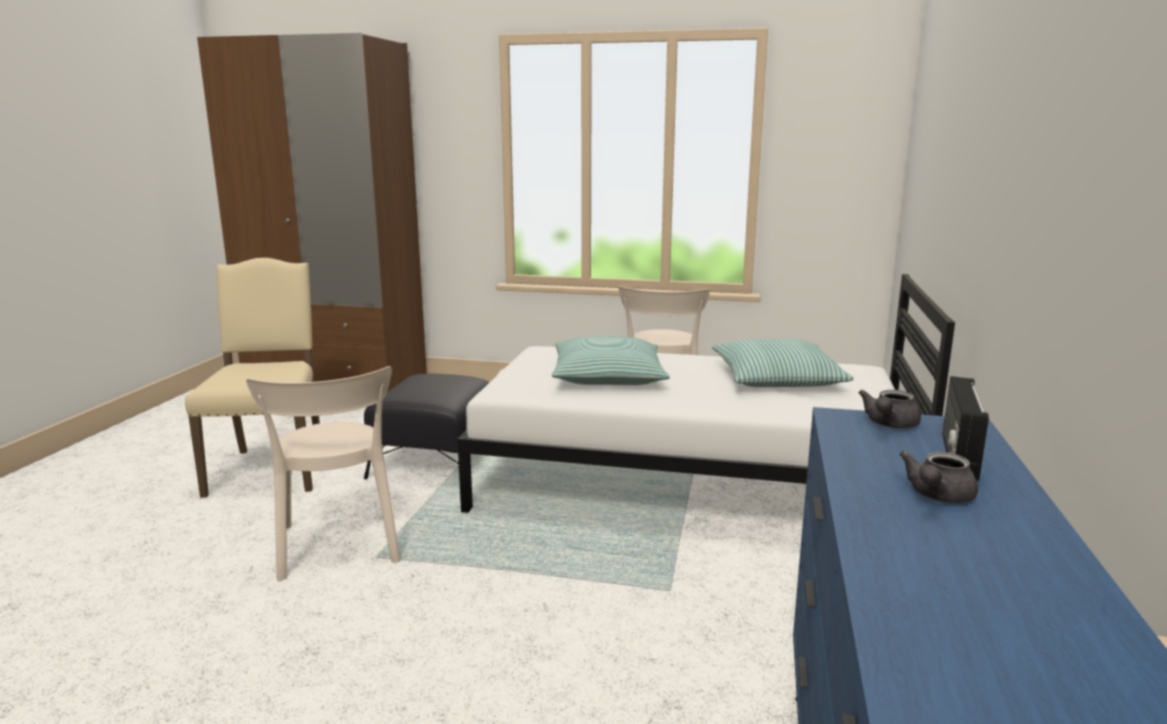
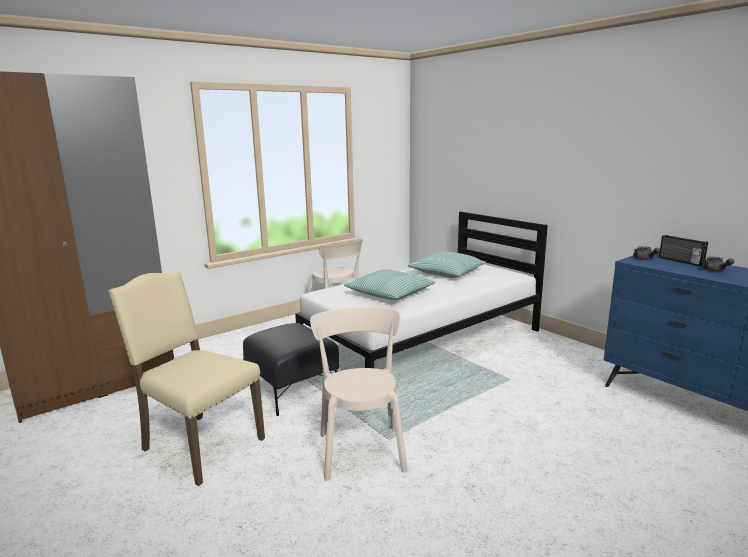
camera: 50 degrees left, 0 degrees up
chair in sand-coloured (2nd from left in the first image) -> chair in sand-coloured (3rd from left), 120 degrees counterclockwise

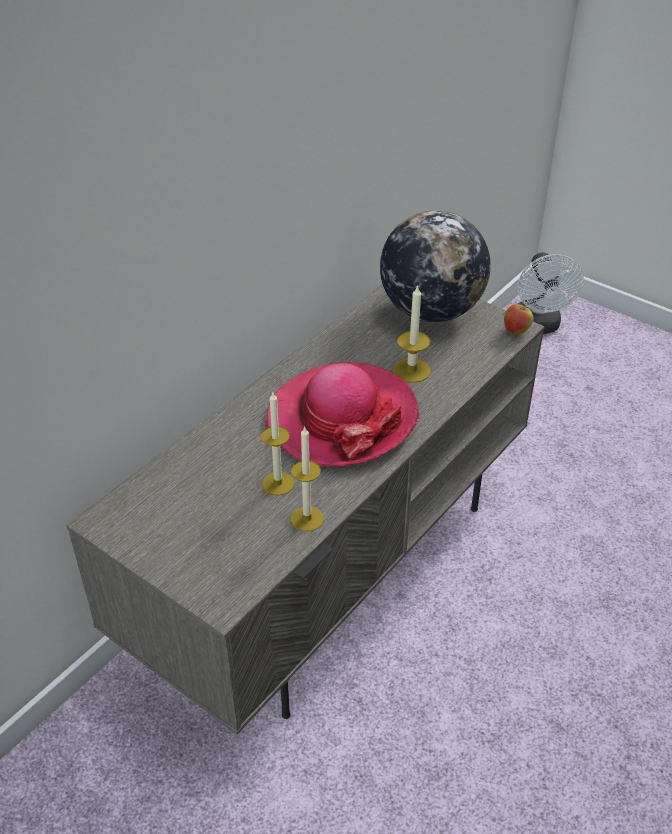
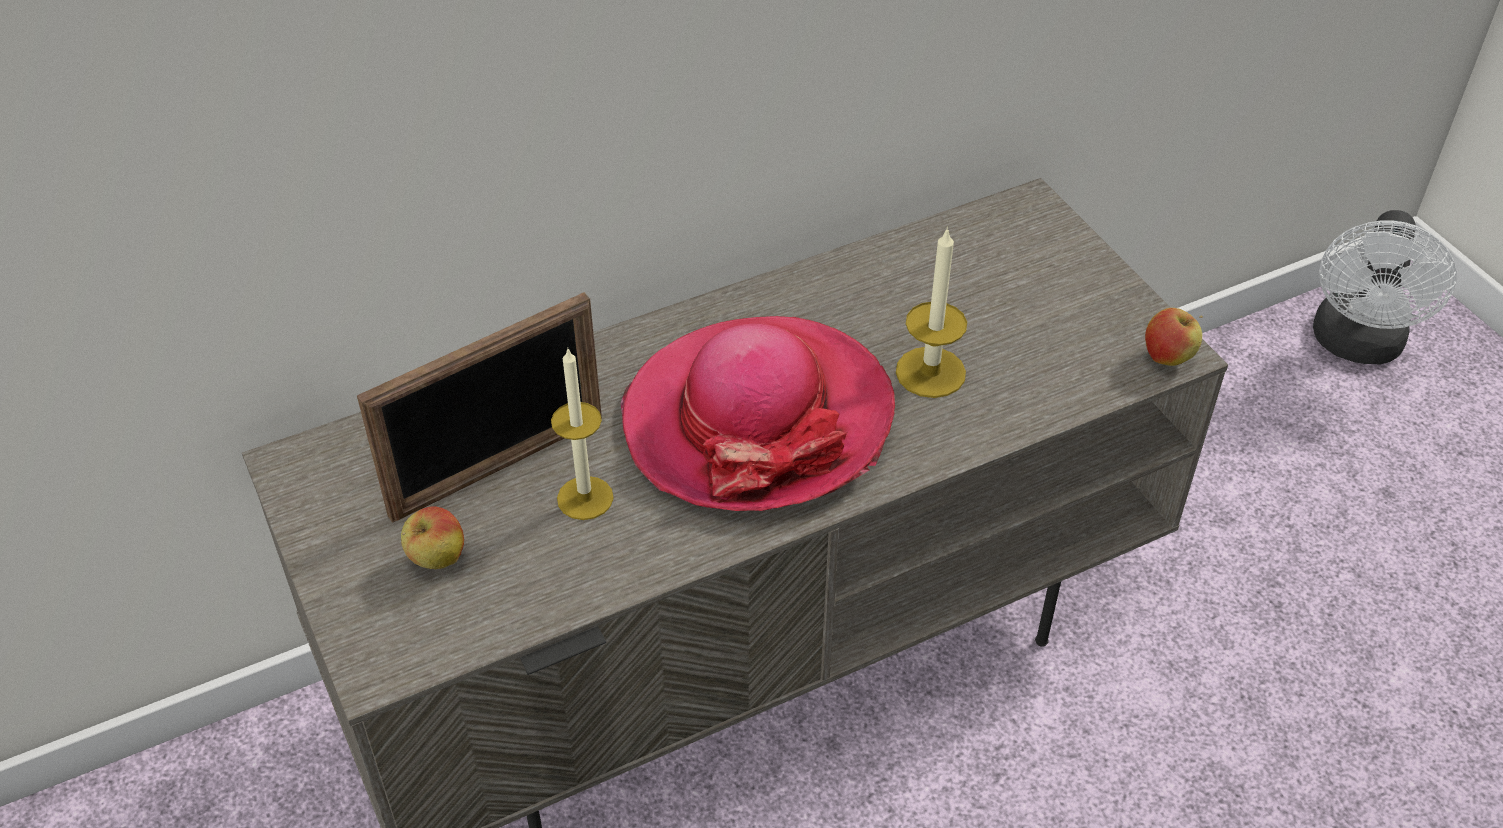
camera: 25 degrees right, 5 degrees up
wax candle (2nd from left) -> none
world globe -> none
none -> picture frame
none -> apple (1st from left)

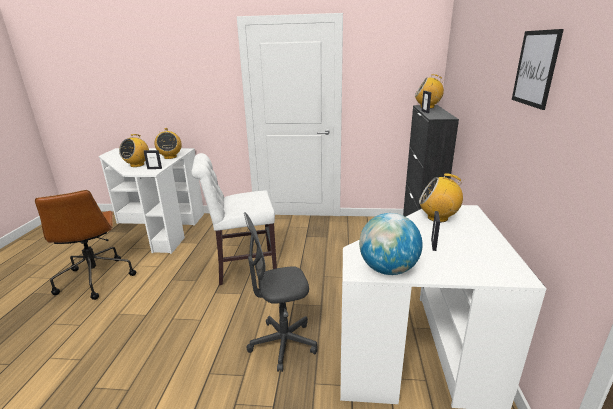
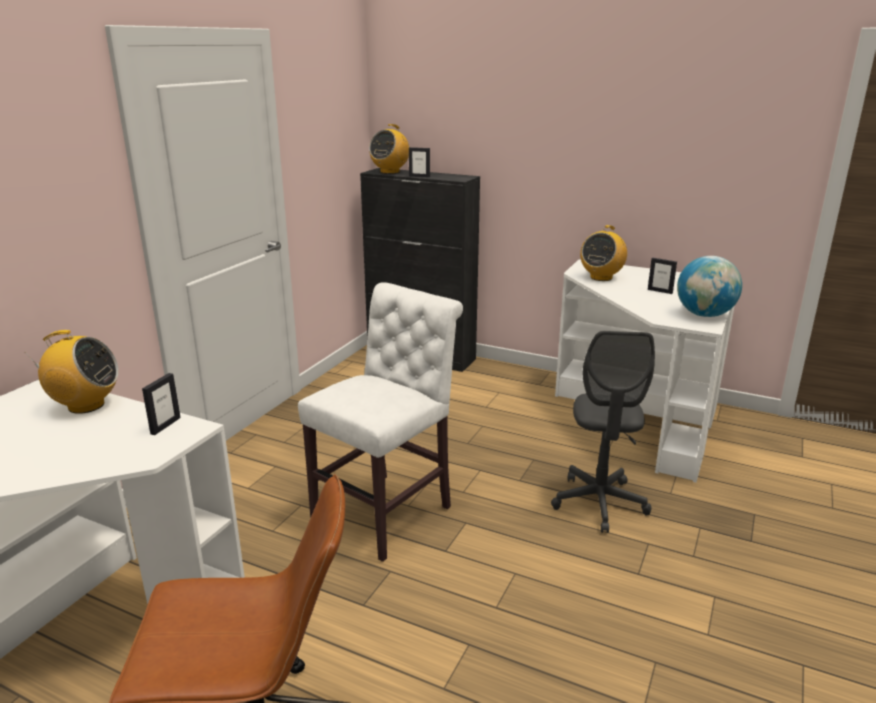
camera: 70 degrees left, 0 degrees up
radio set (1st from left) -> none
wall art -> none
chair in white, 150 degrees counterclockwise

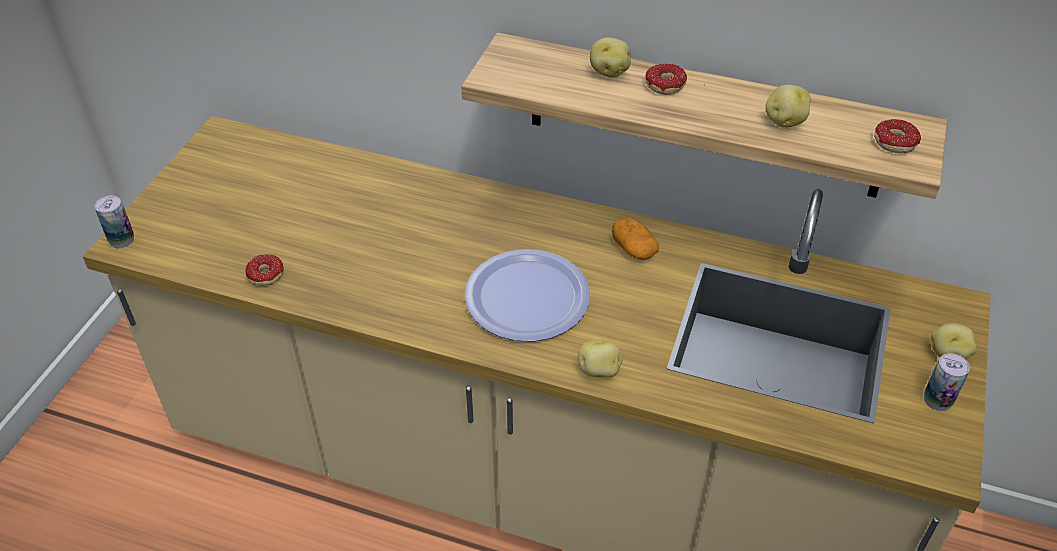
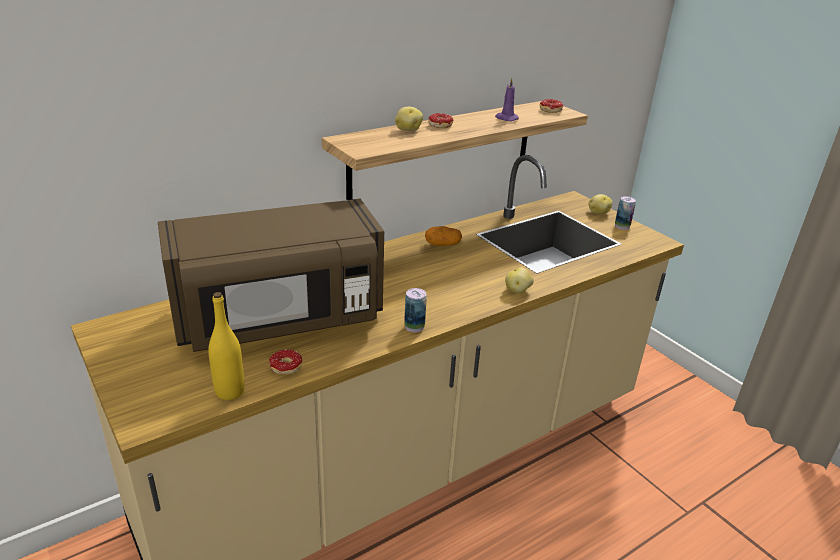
camera: 55 degrees left, 15 degrees down
flat dish -> none
none -> kitchen microwave in brownish
none -> bottle in yellow
metal can (1st from left), moved
whole potato (4th from left) -> wax candle in purple-coloured

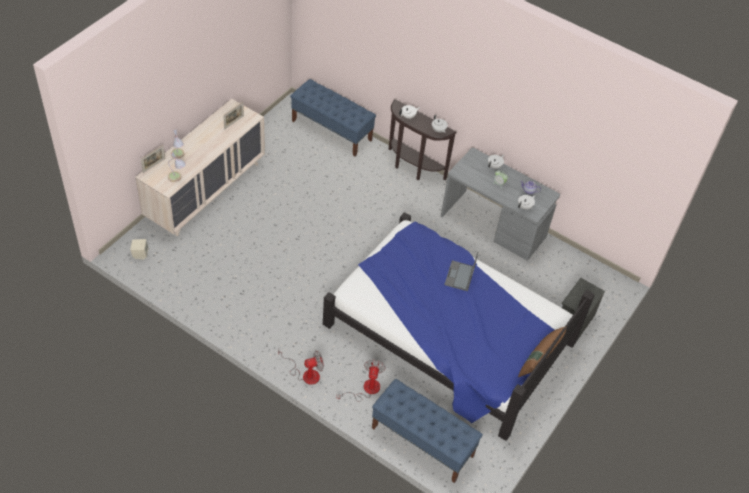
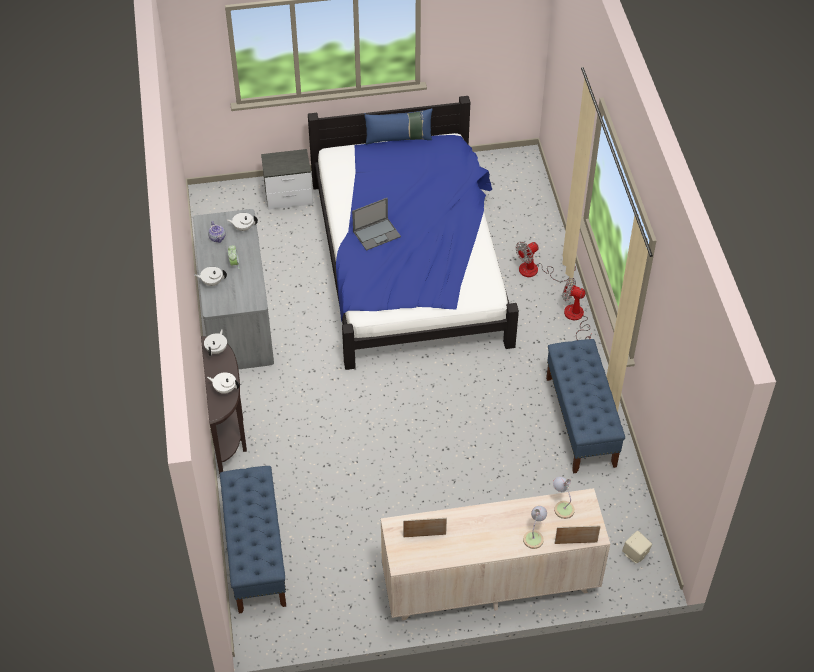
camera: 130 degrees left, 0 degrees up
long seat in blue-coloured (2nd from left), moved
cushion in brownish -> cushion in blue-coloured

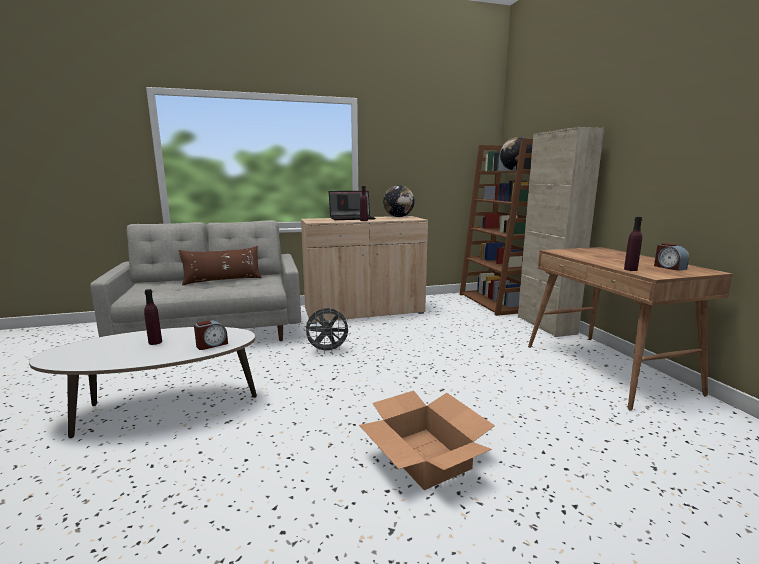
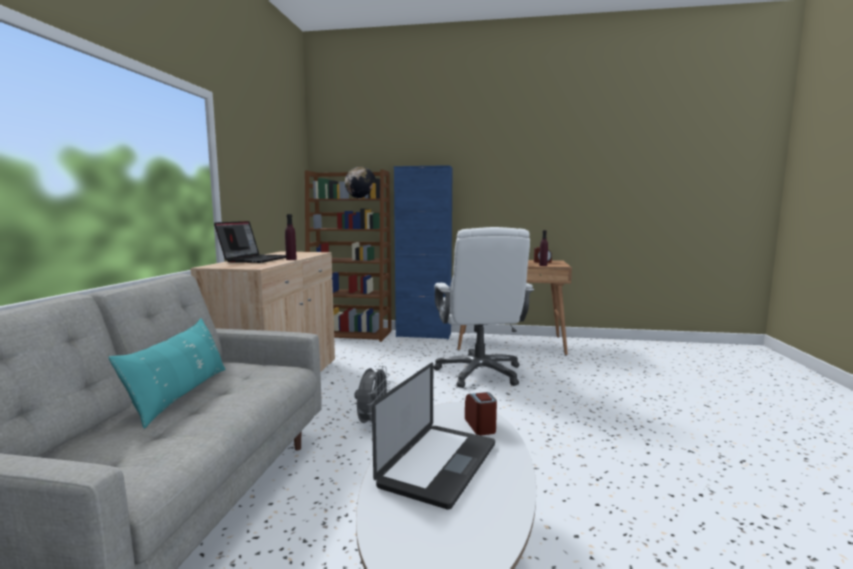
camera: 65 degrees left, 5 degrees down
packing box -> none
world globe (1st from left) -> none
none -> desk chair in white
bottle in purple-coloured (1st from left) -> portable computer (2nd from left)
cushion in brownish -> cushion in blue-green
storage cabinet in sand-coloured (2nd from left) -> storage cabinet in blue-coloured

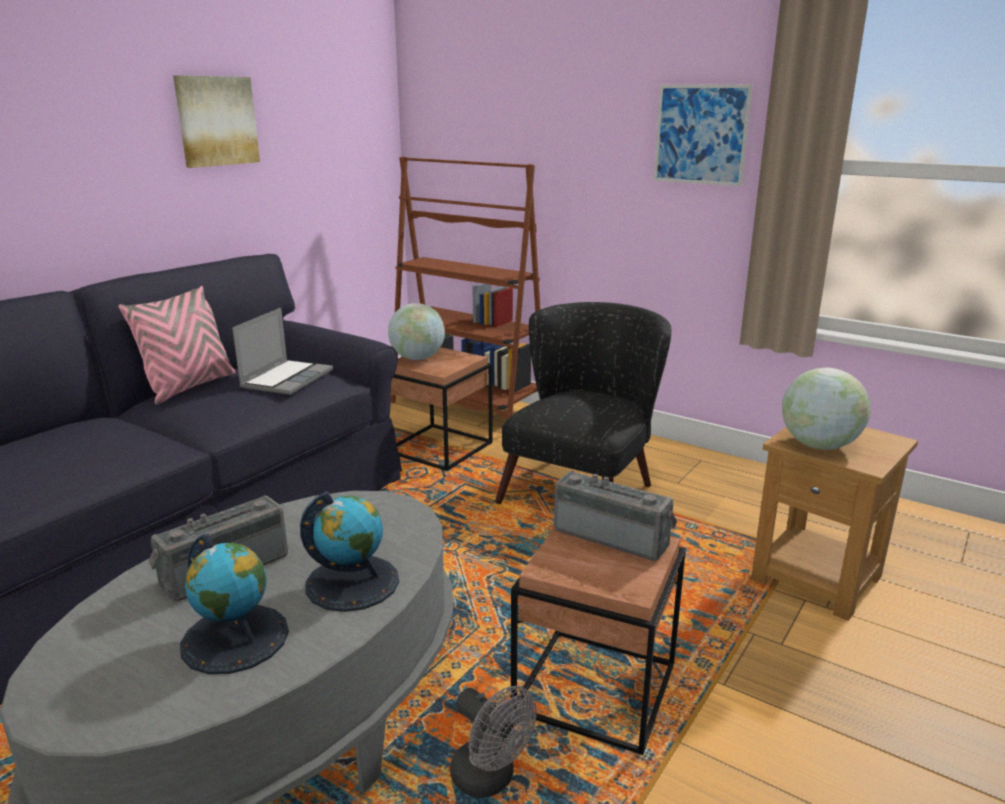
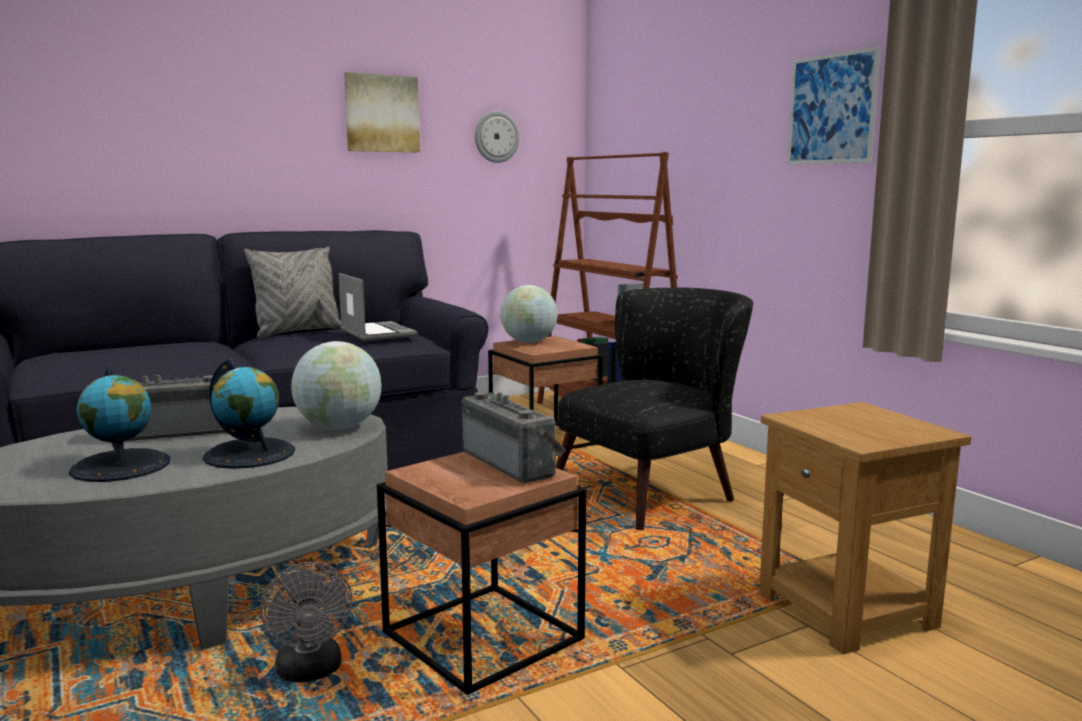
camera: 25 degrees right, 10 degrees down
none -> clock on the wall
world globe (4th from left in the first image) -> world globe (3rd from left), moved
cushion in pink-coloured -> cushion in gray
portable computer, 75 degrees counterclockwise

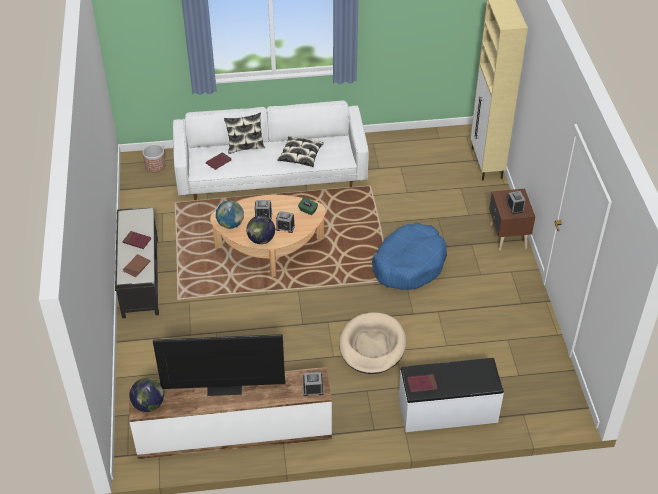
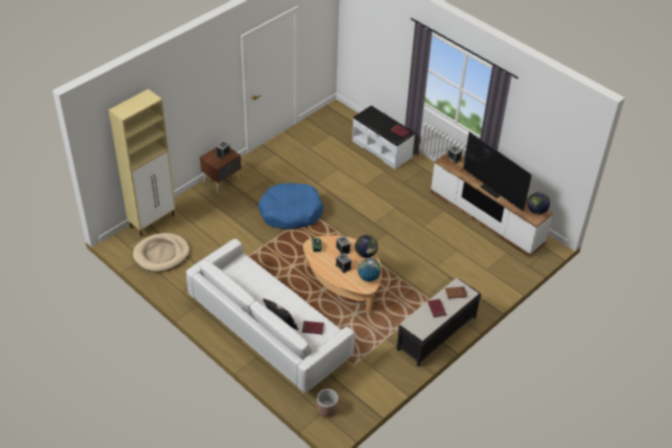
camera: 130 degrees left, 0 degrees up
cushion (2nd from left) -> none
dog bed in sand-coloured, moved

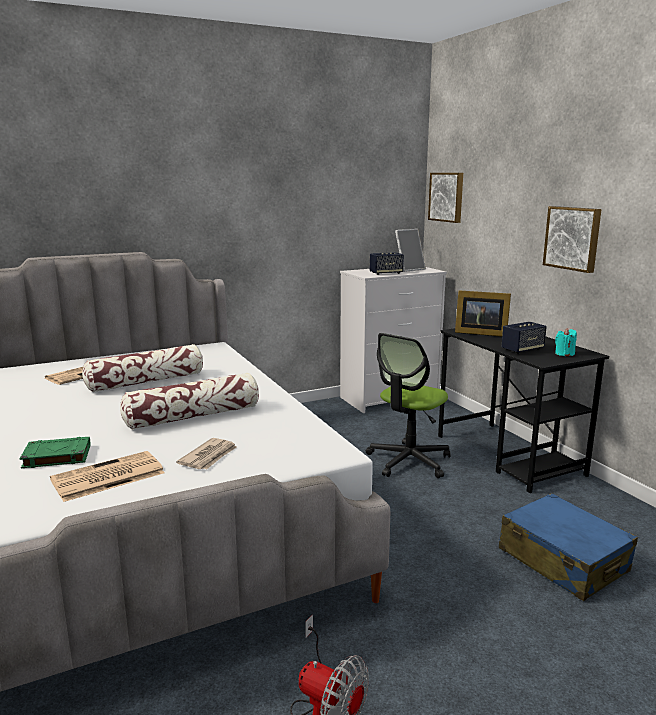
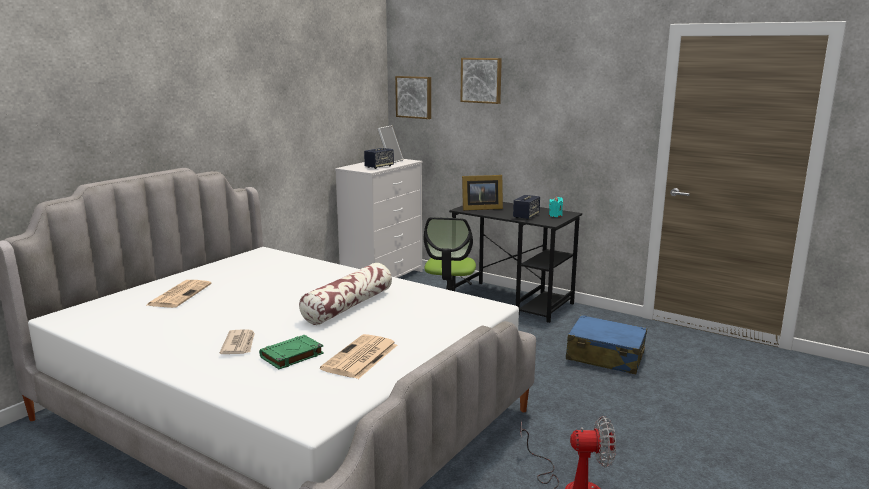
camera: 30 degrees left, 0 degrees up
cushion (1st from left) -> none
printed paper (3rd from left in the first image) -> printed paper (2nd from left), moved
wall art (2nd from left), moved

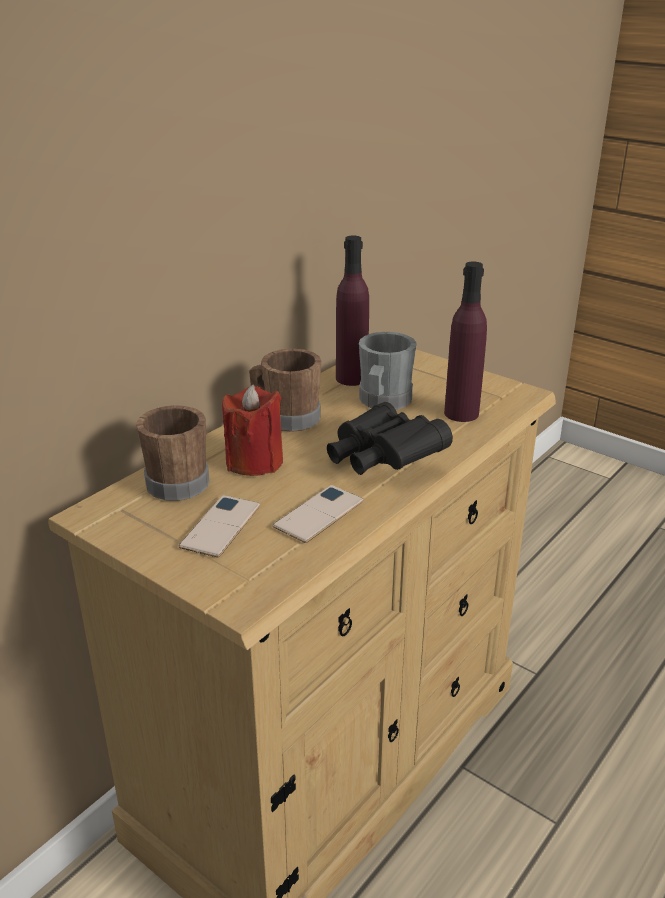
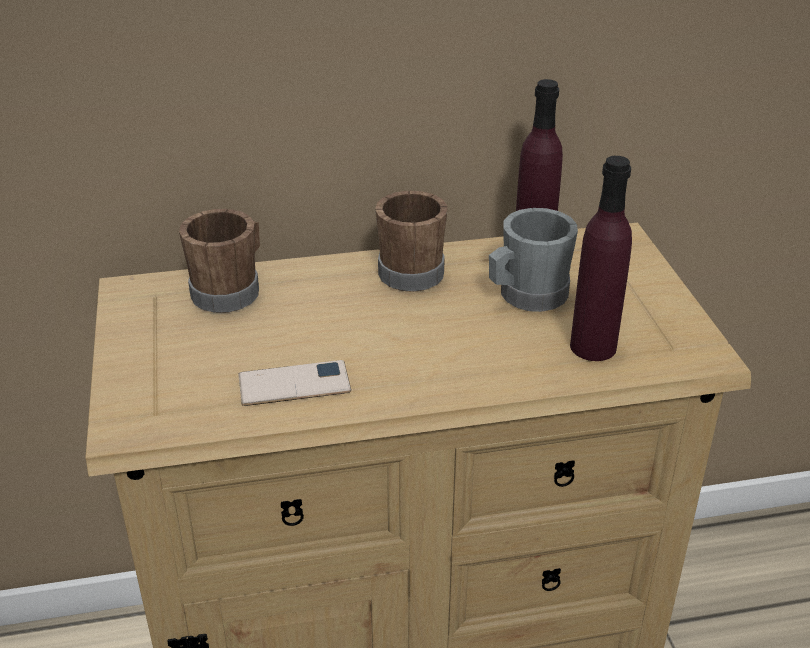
camera: 40 degrees right, 5 degrees up
handset (1st from left) -> none
wax candle in red -> none
pair of binoculars in blackish -> none

